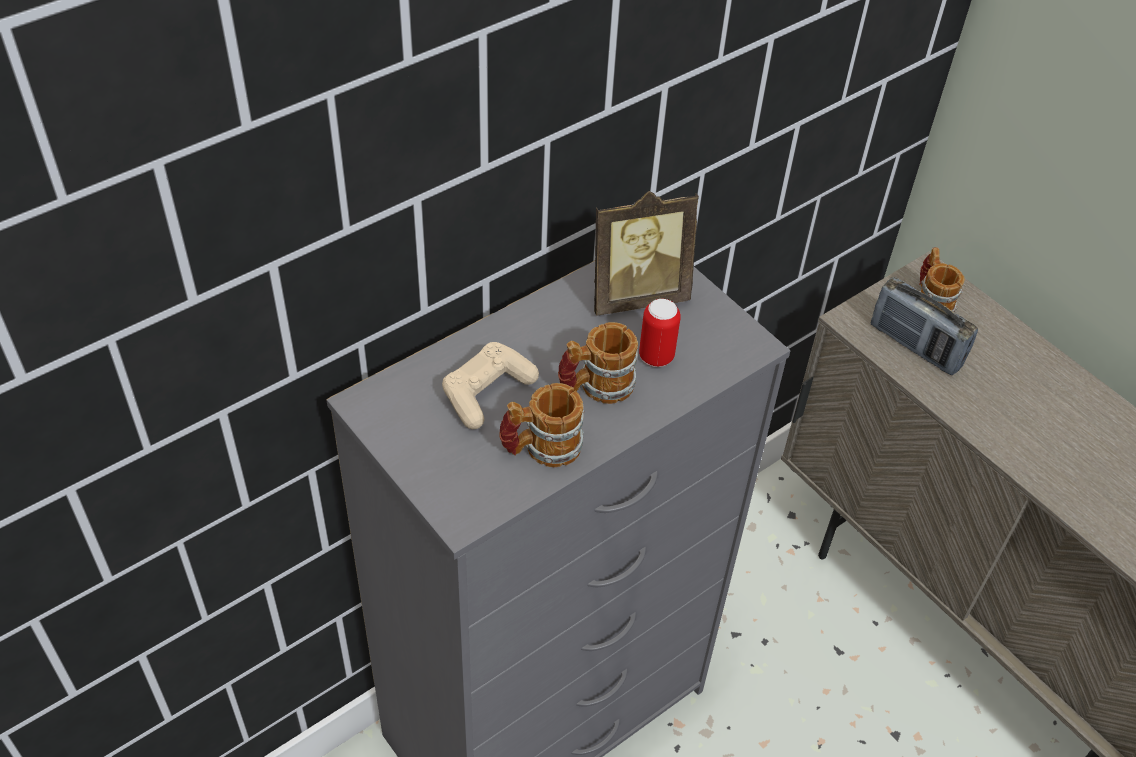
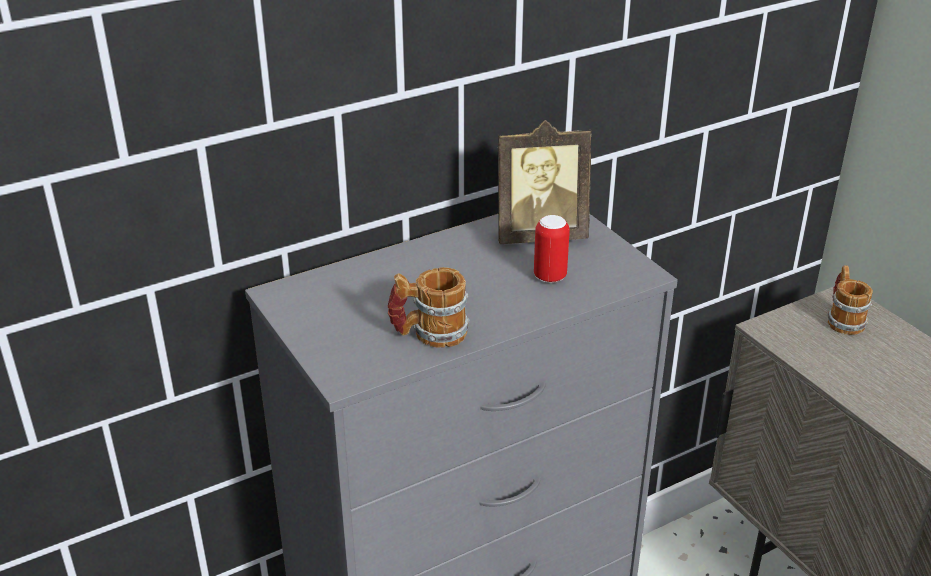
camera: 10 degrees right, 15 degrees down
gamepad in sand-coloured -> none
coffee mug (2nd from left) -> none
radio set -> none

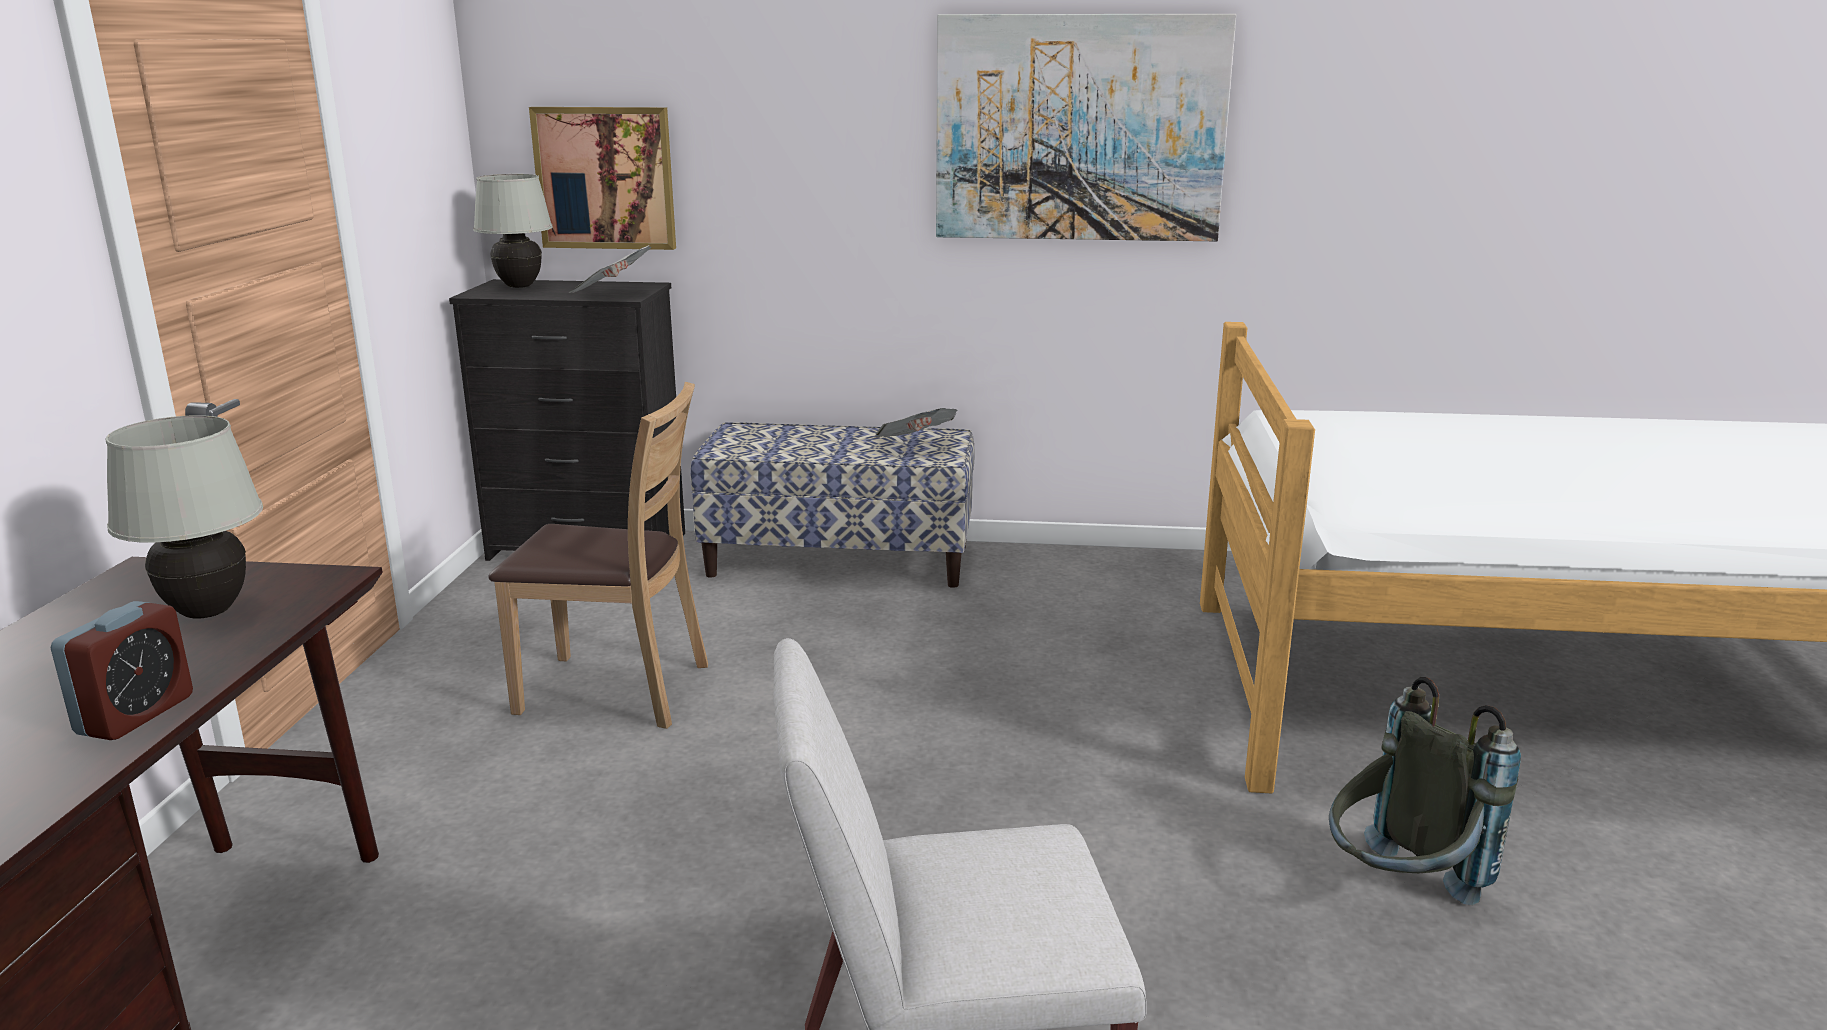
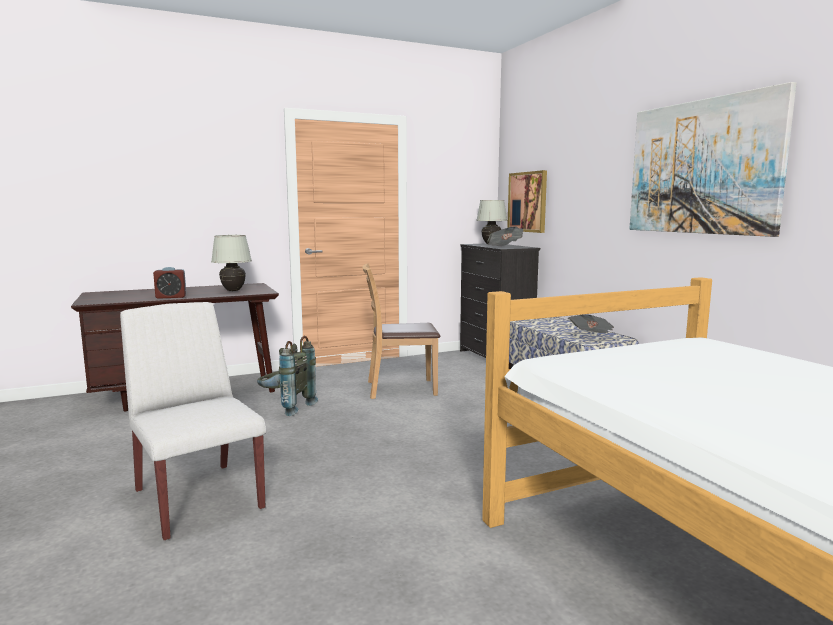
camera: 60 degrees right, 10 degrees down
rucksack in gray, moved
chair in brownish, 105 degrees clockwise

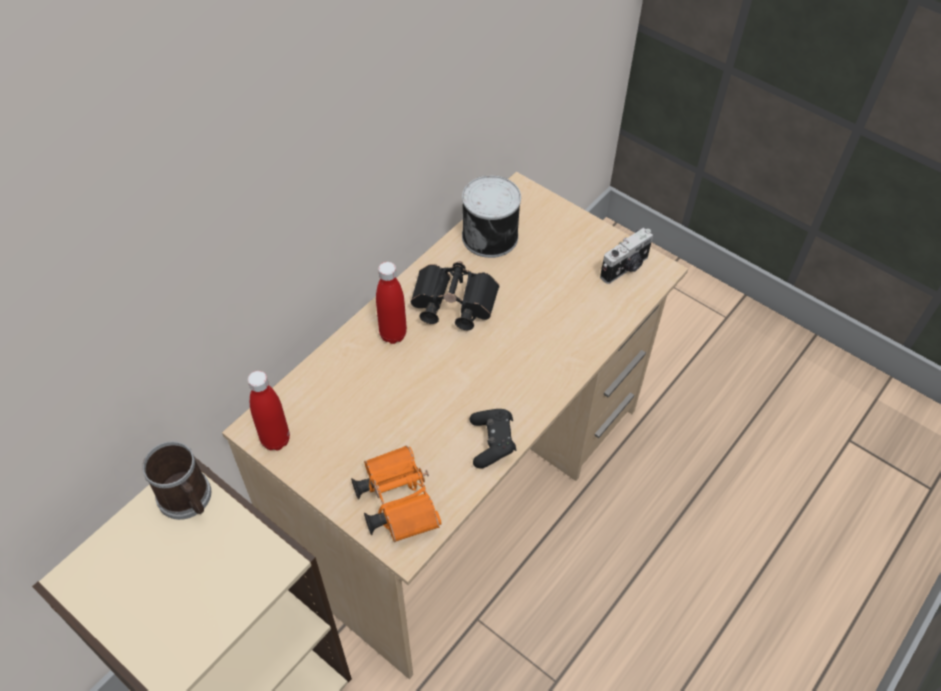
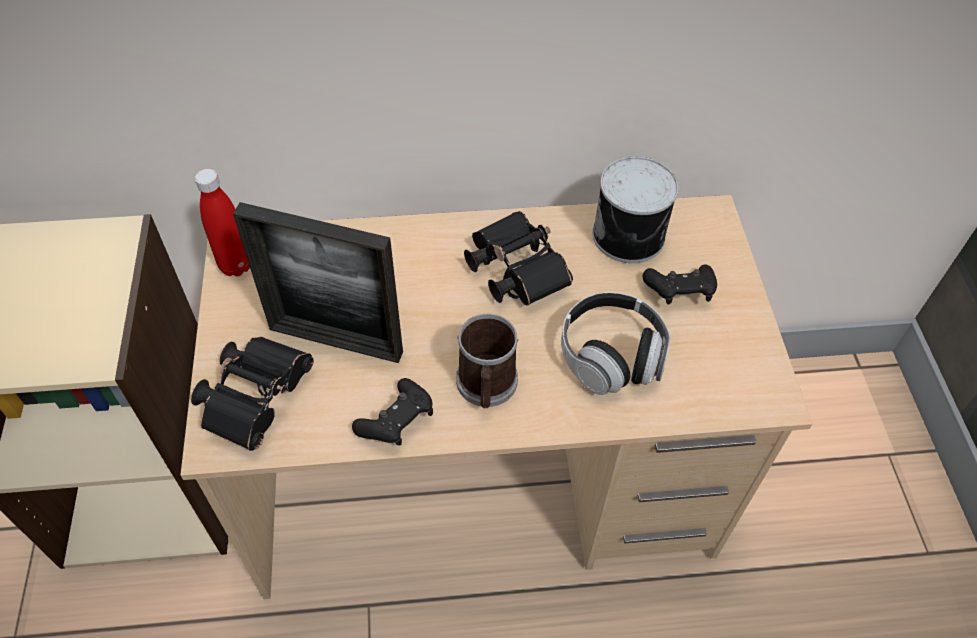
camera: 45 degrees right, 0 degrees up
bottle in red (2nd from left) -> none
photo camera -> none
none -> picture frame
none -> pair of headphones
none -> gamepad in blackish (2nd from left)
coffee mug, moved
pair of binoculars in orange -> pair of binoculars in blackish (1st from left)

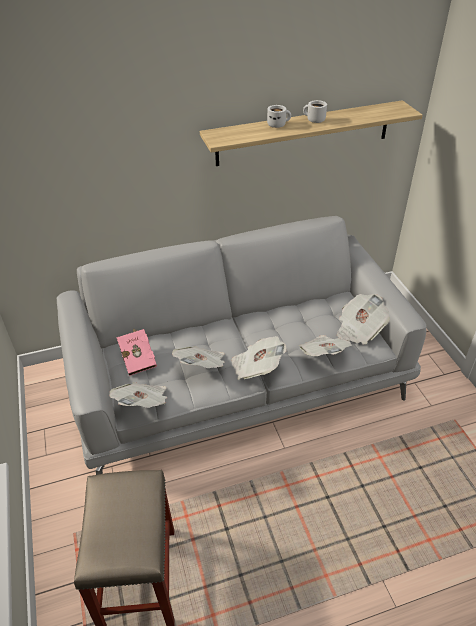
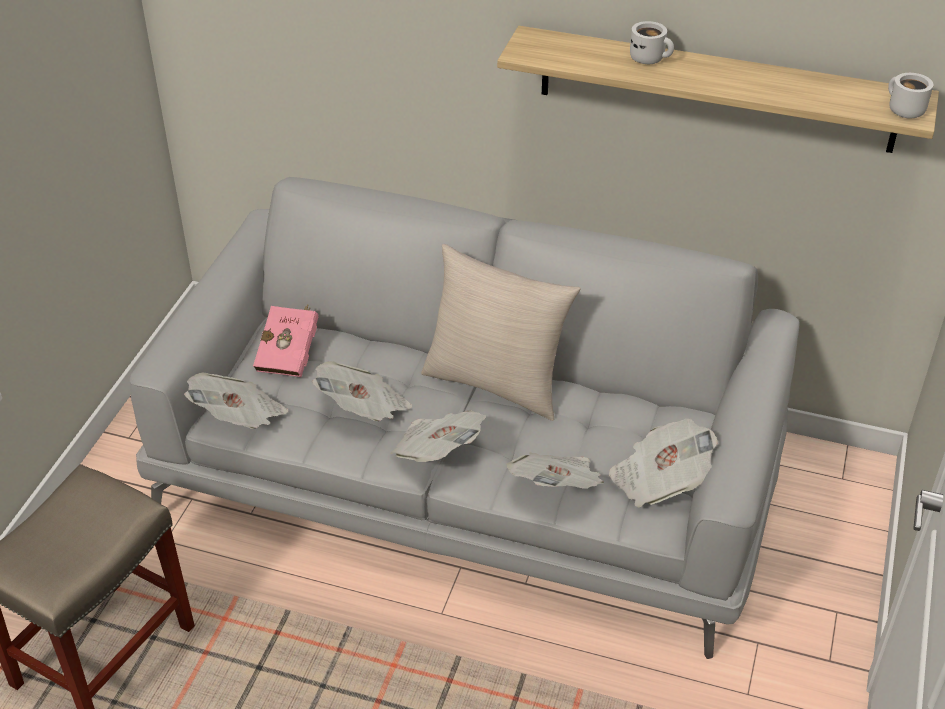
camera: 35 degrees right, 0 degrees up
none -> cushion in sand-coloured
coffee mug in white (2nd from left), moved

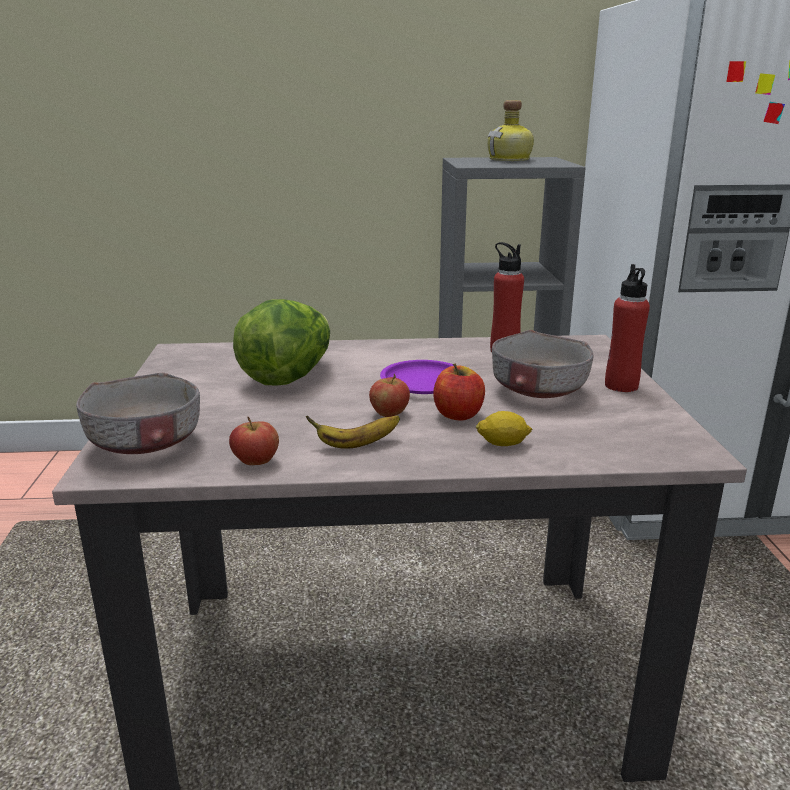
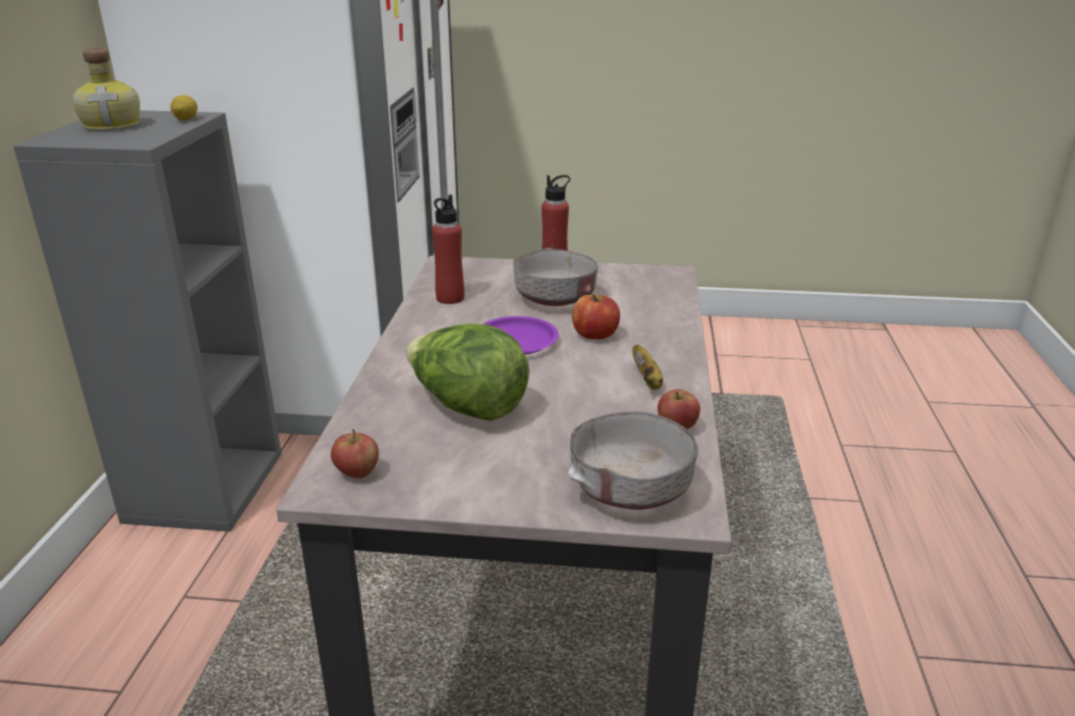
camera: 80 degrees left, 5 degrees up
apple (2nd from left in the first image) -> apple (1st from left), moved
citrus fruit, moved

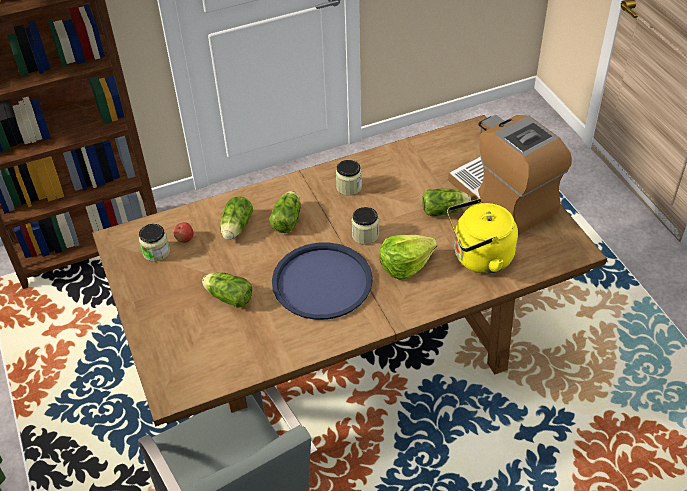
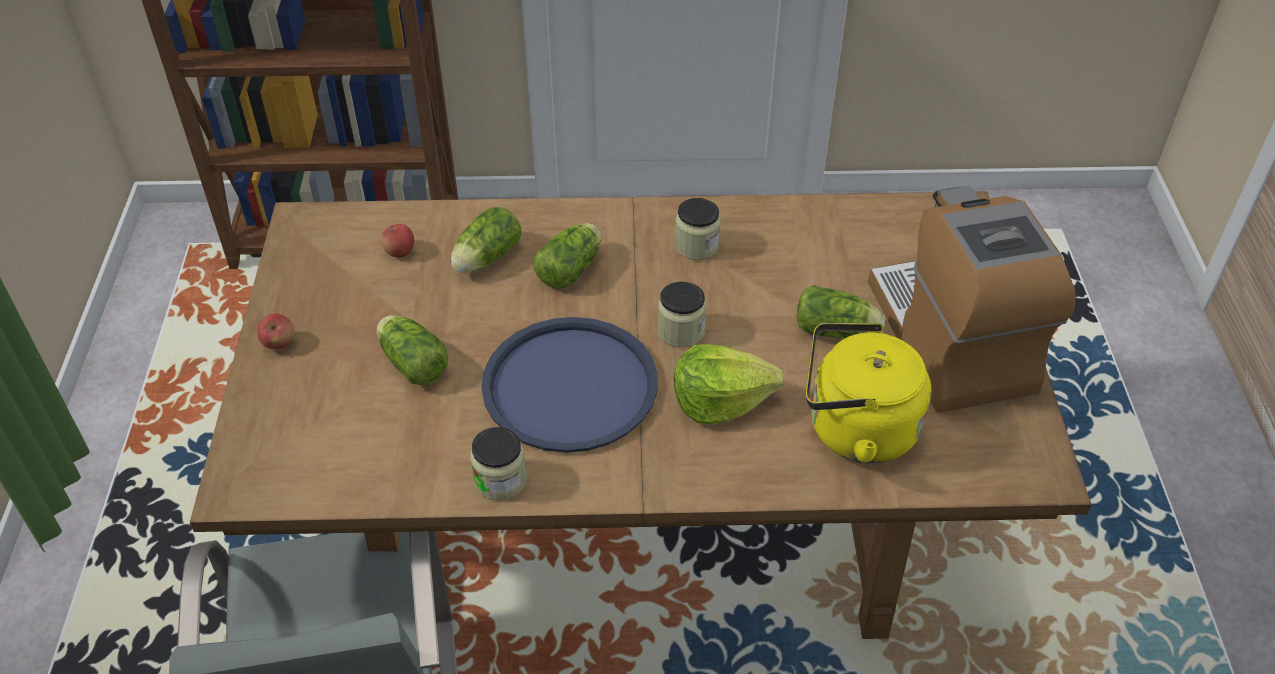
camera: 20 degrees right, 0 degrees up
none -> apple (1st from left)
jar (1st from left), moved

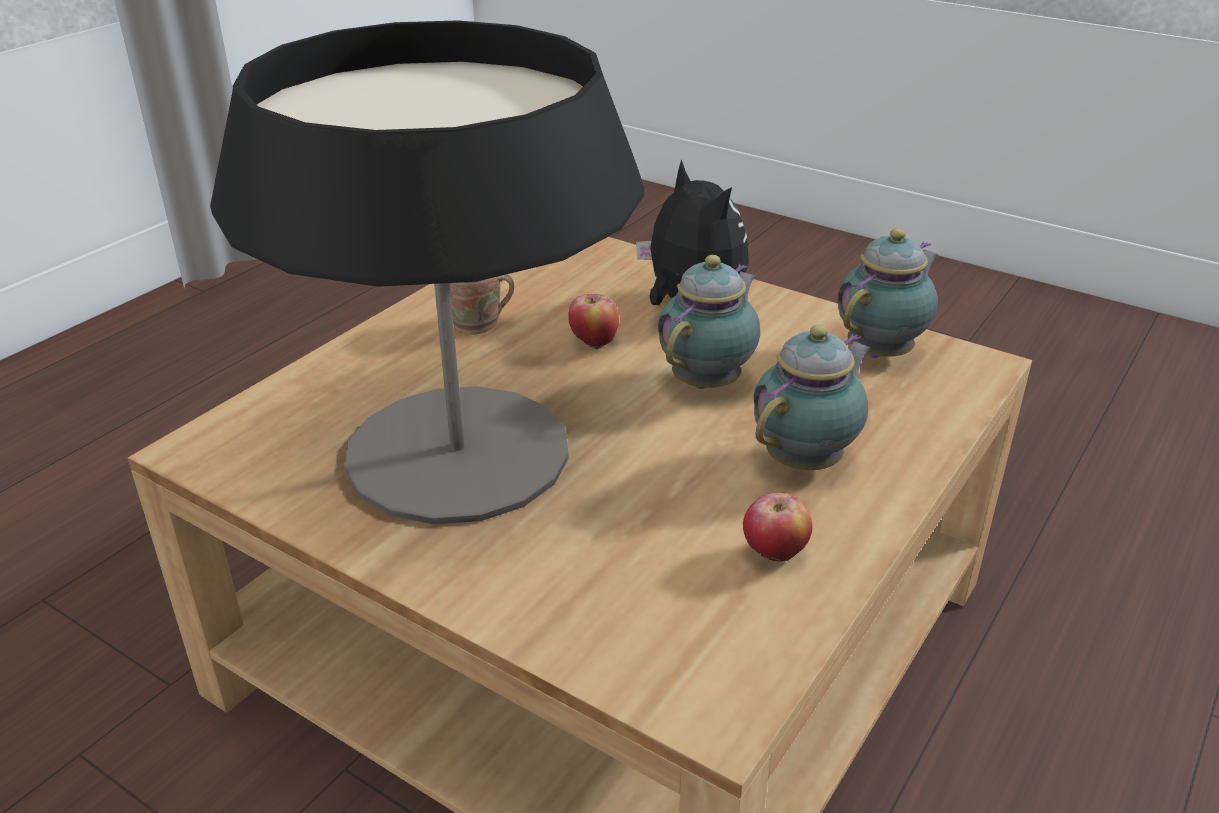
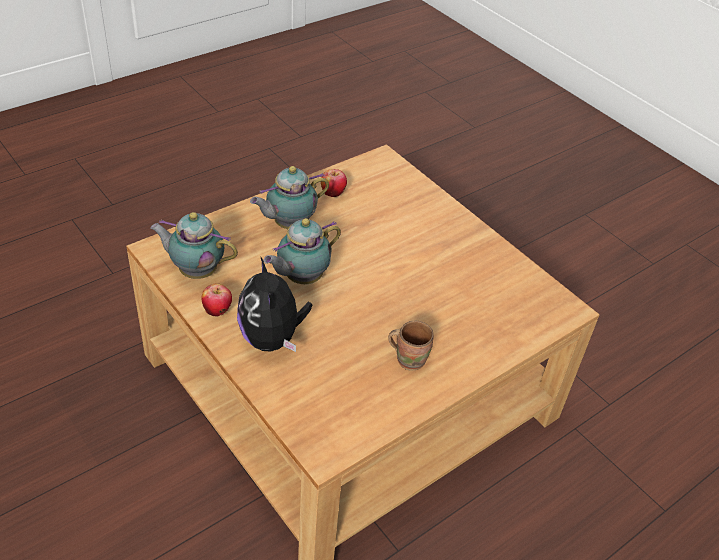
camera: 165 degrees left, 10 degrees up
tabletop lamp -> none
apple (1st from left), moved
teapot (3rd from left in the first image) -> teapot (1st from left), 45 degrees clockwise

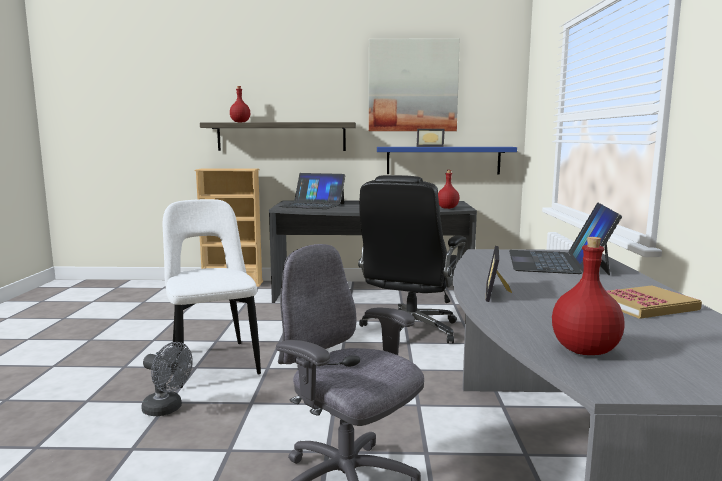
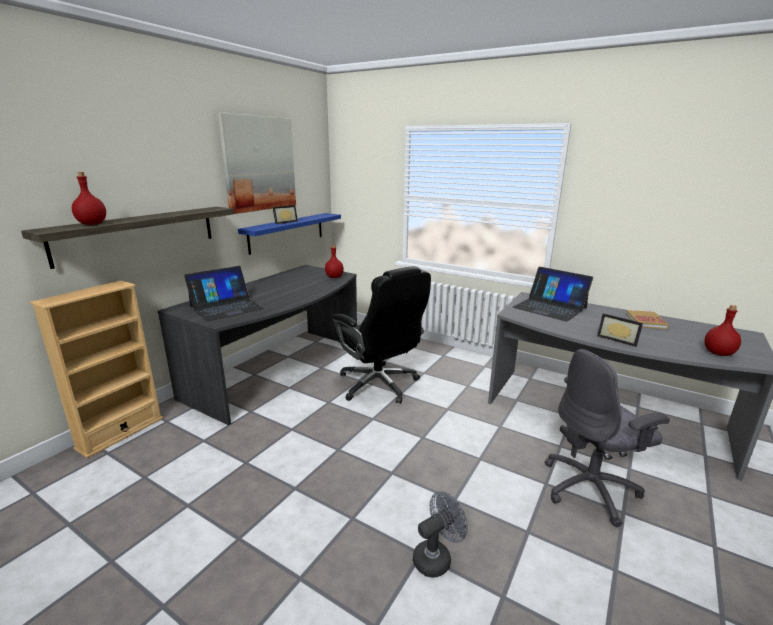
camera: 60 degrees left, 10 degrees up
chair in white -> none

